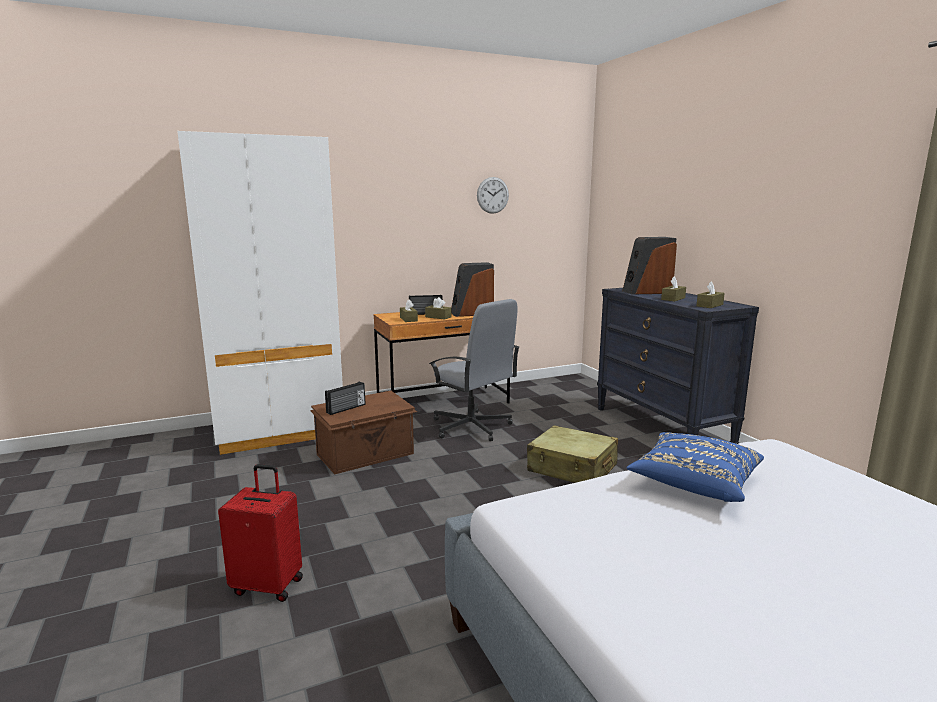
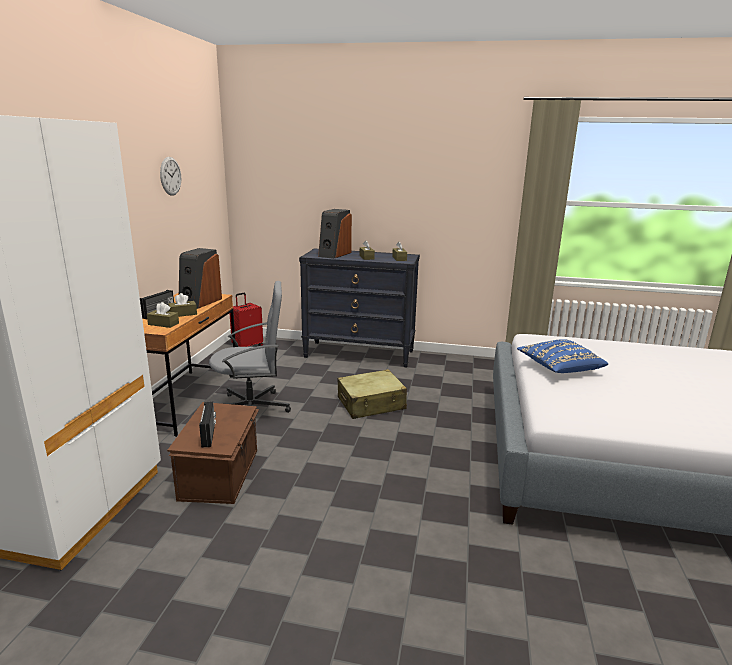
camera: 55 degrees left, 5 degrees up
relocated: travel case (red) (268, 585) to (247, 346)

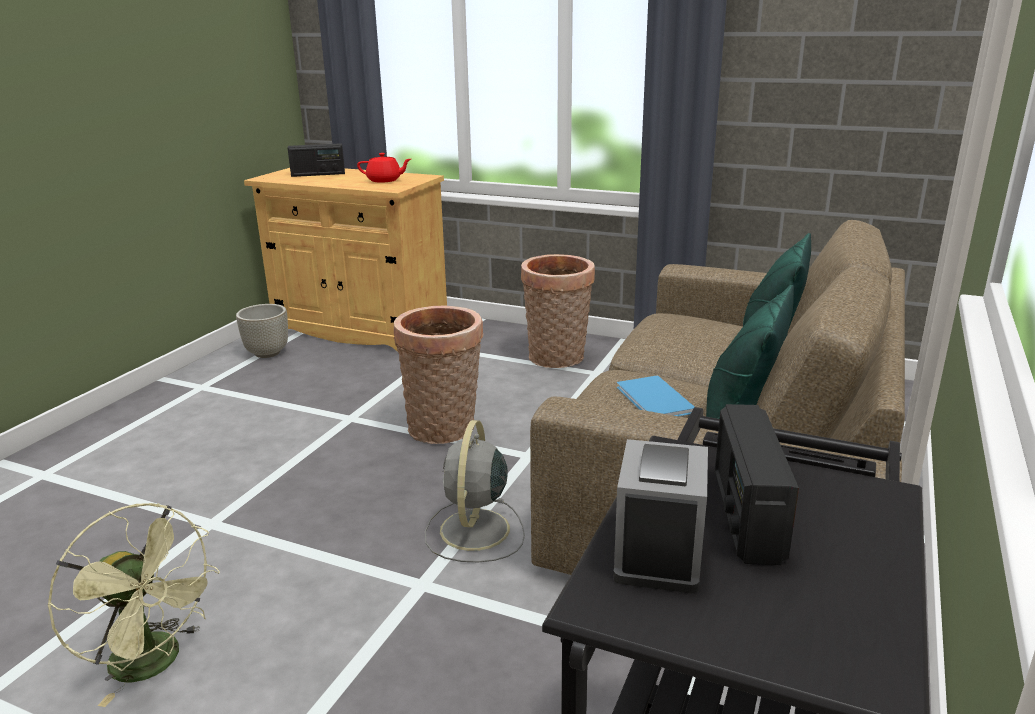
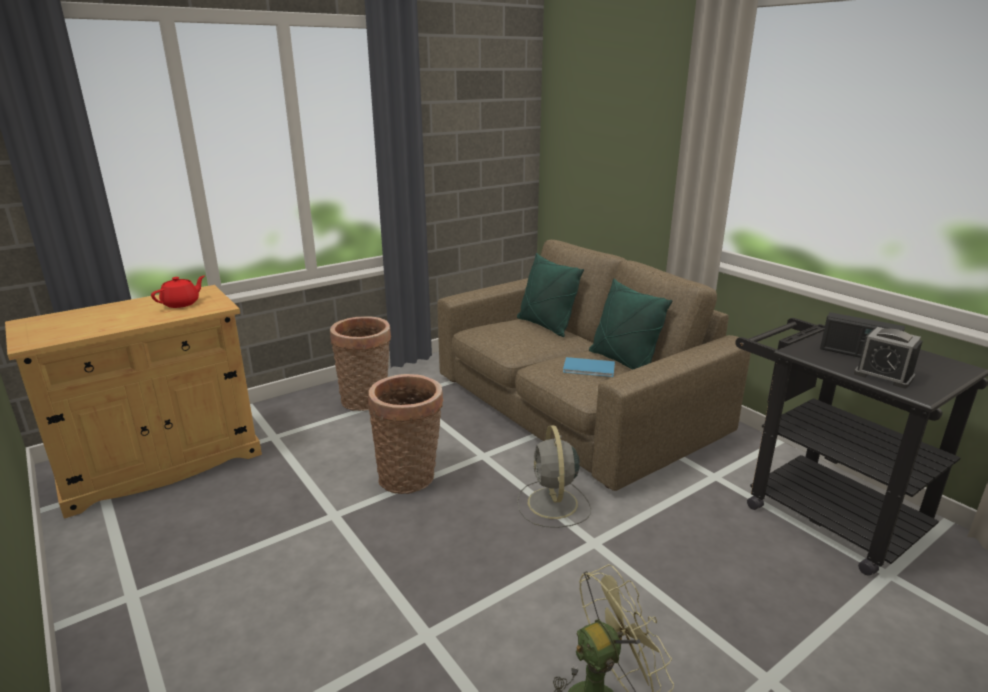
camera: 60 degrees left, 0 degrees up
missing: planter (greyish) (267, 353); radio set (318, 174)
spun: electric fan (greyish) (474, 532) = (553, 504) 45 degrees clockwise

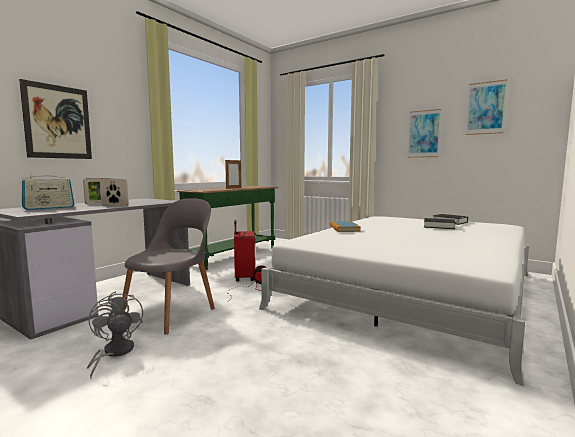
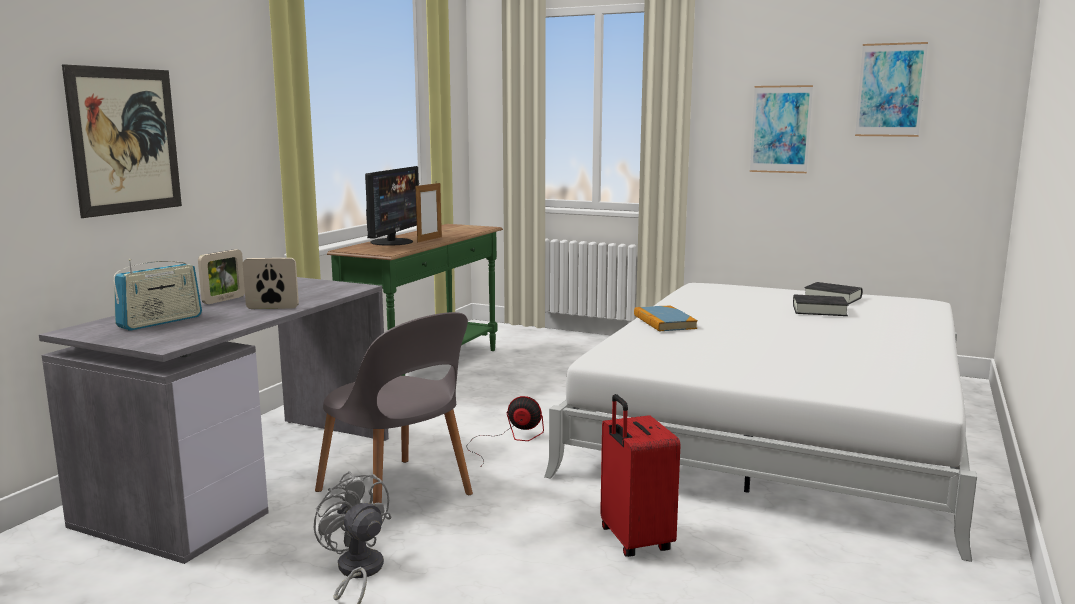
camera: 10 degrees left, 5 degrees up
appeared: computer display (392, 242)
relocated: travel case (red) (244, 278) to (634, 541)
spun: plain chair (greyish) (171, 313) = (396, 495) 120 degrees clockwise

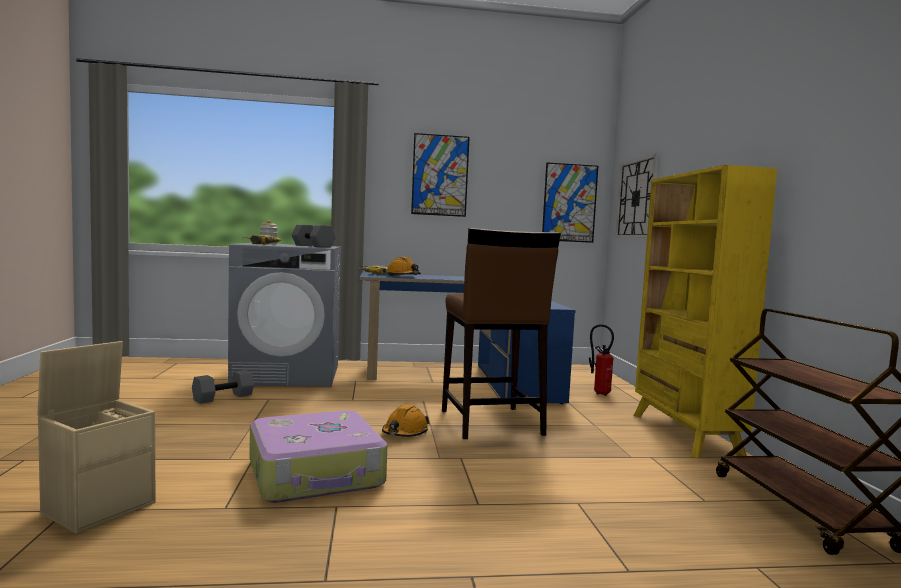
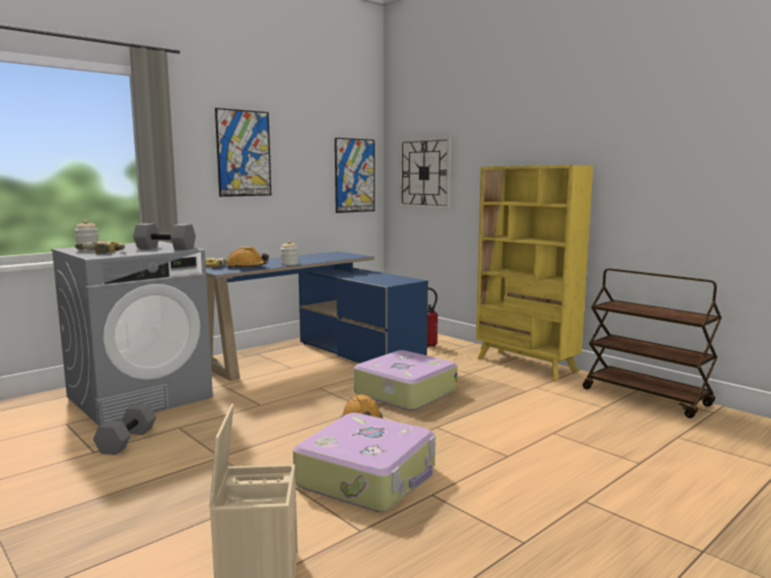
camera: 35 degrees left, 5 degrees up
appeared: preserve jar (289, 264)
exchanged: stool seat (brown-coloured) (490, 423) to travel case (404, 392)

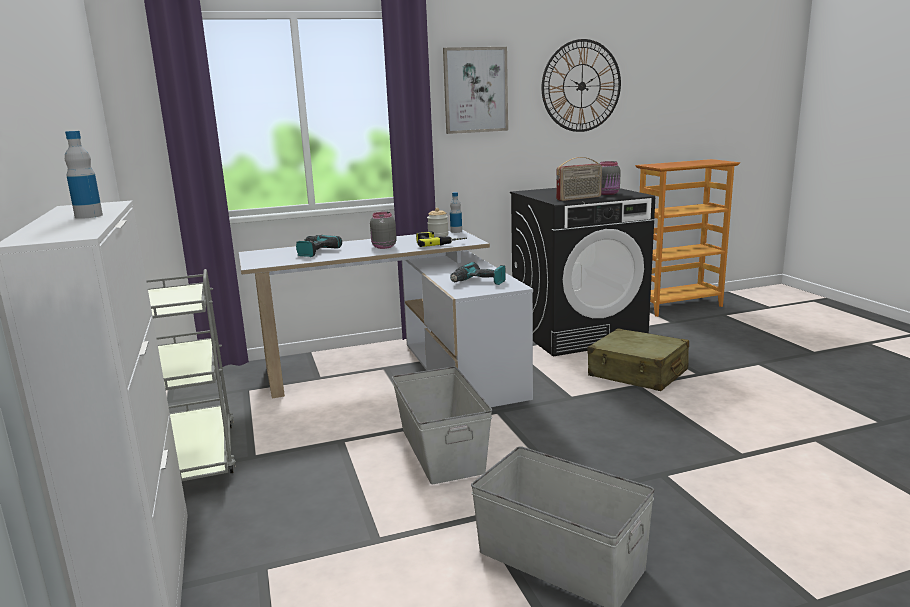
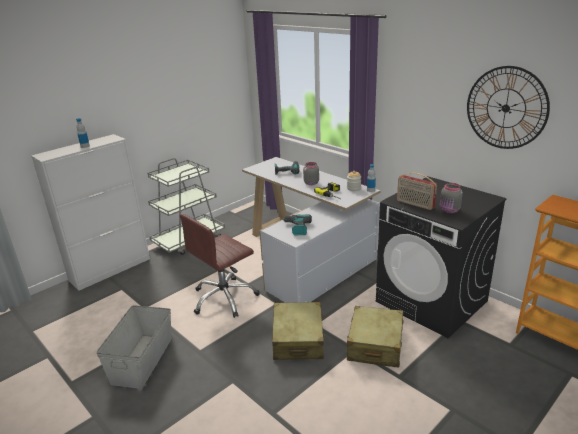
camera: 65 degrees right, 10 degrees up
missing: wall art (475, 90)
appeared: travel case (beige-coloured) (298, 339)
exchanged: storage container (greyish) (441, 451) to computer chair (brown-coloured) (224, 298)

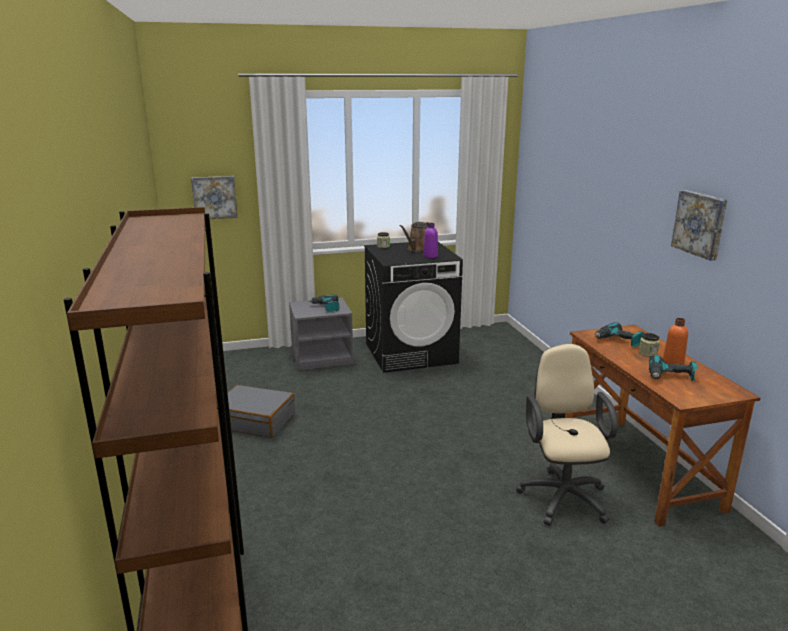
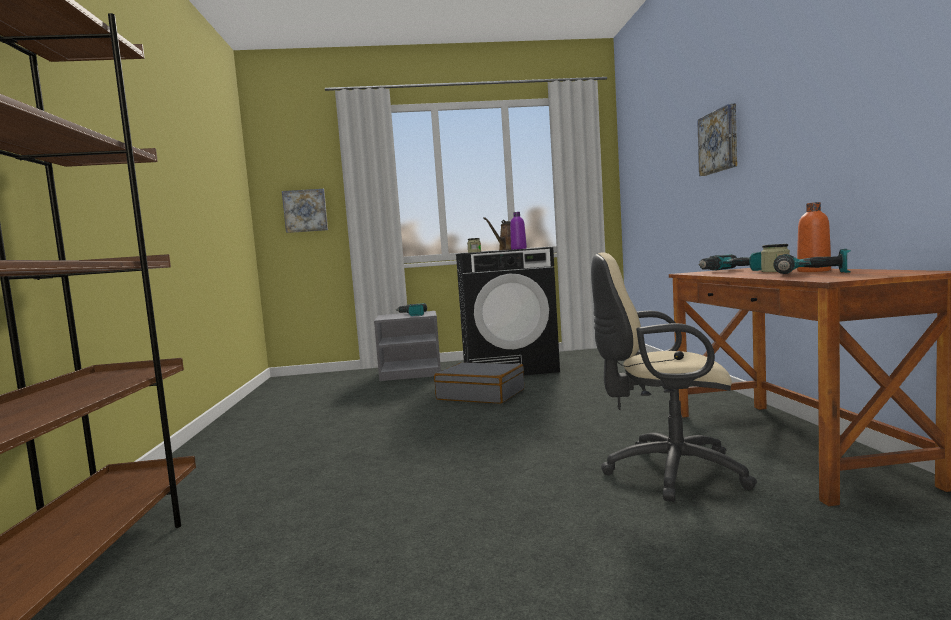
camera: 10 degrees right, 15 degrees down
relocated: travel case (greyish) (254, 420) to (481, 394); wall art (700, 224) to (719, 141)
spun: computer chair (beige-coloured) (562, 495) = (666, 472) 90 degrees counterclockwise

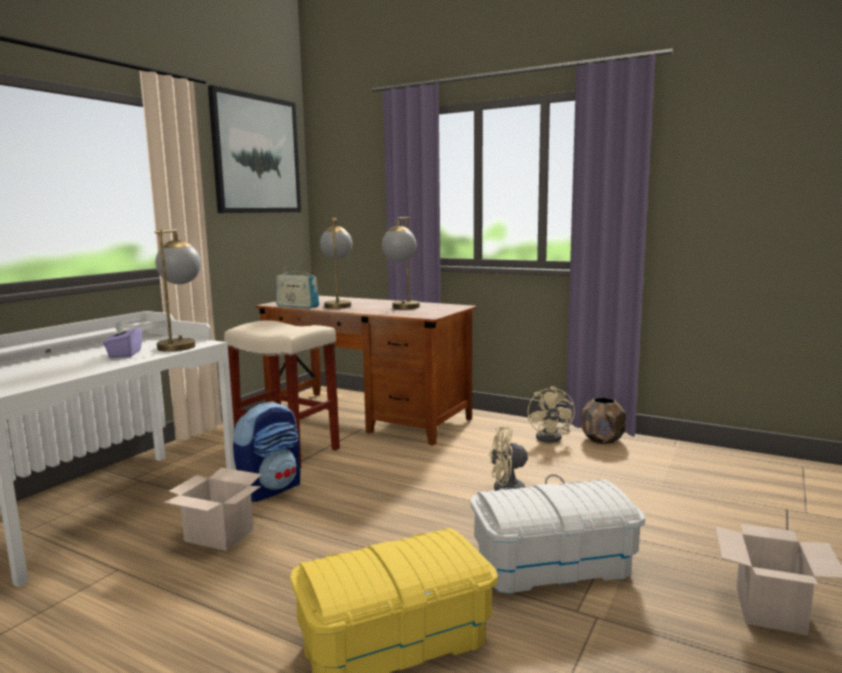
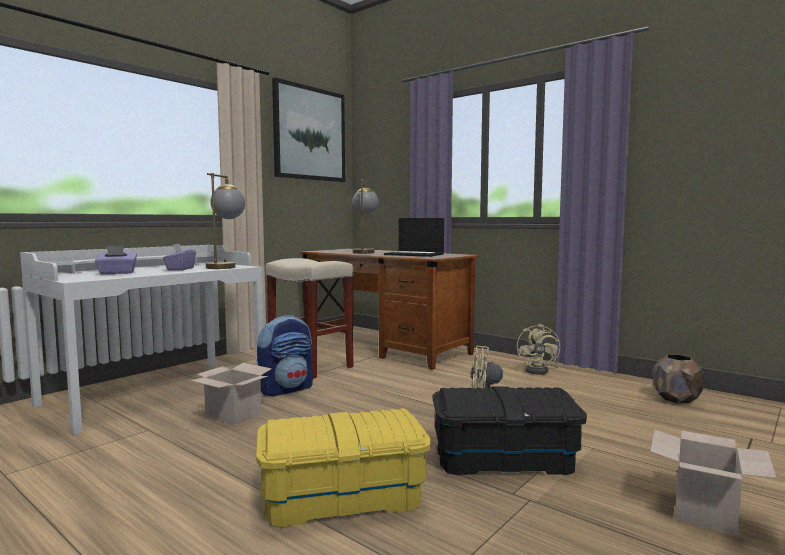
camera: 10 degrees right, 5 degrees down
missing: radio set (297, 306)
appeared: tissue box (purple) (117, 273)
relocated: planter (brown-coloured) (603, 440) to (677, 399)
exchanged: tabletop lamp (403, 308) to portable computer (415, 254)
colour: storage container (whitish) (553, 566) to storage container (black) (504, 459)

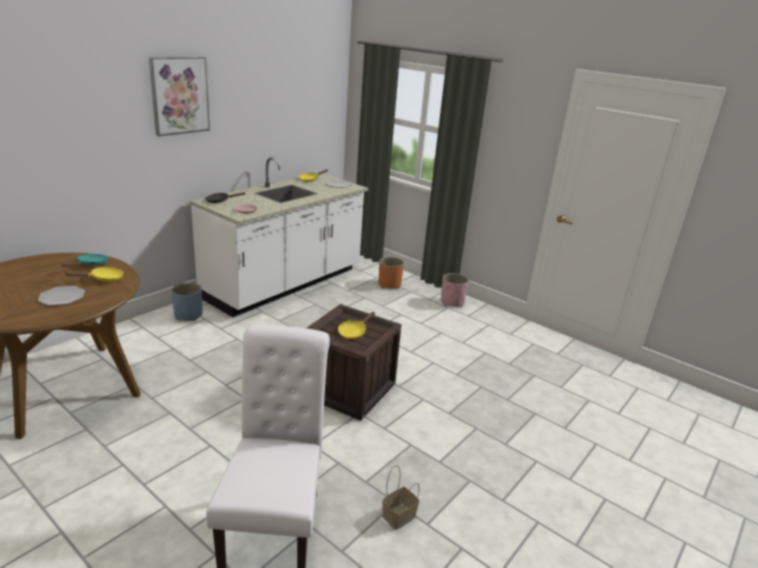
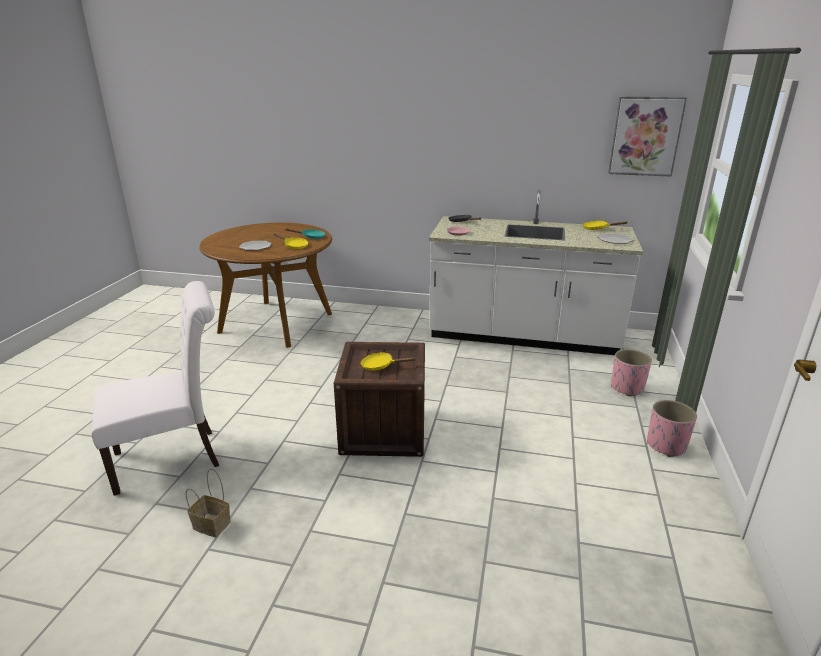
camera: 65 degrees right, 0 degrees up
missing: planter (bluish) (188, 315)
relocated: wall art (179, 95) to (645, 136)
colour: planter (orange-coloured) (389, 284) to planter (pink) (627, 388)

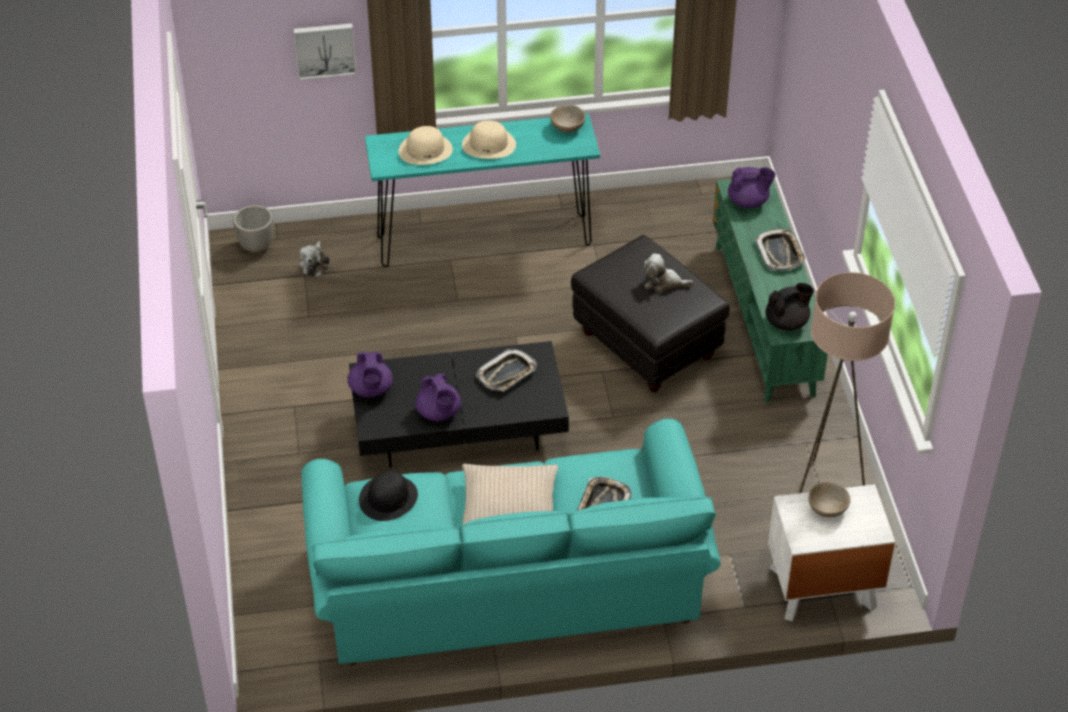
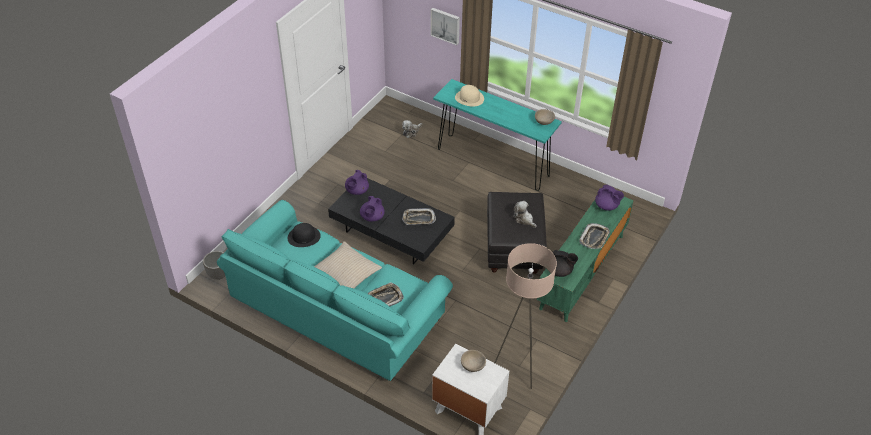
camera: 40 degrees right, 0 degrees up
missing: clothing hat (beige-coloured) (489, 144)
relocated: planter (256, 246) to (218, 275)

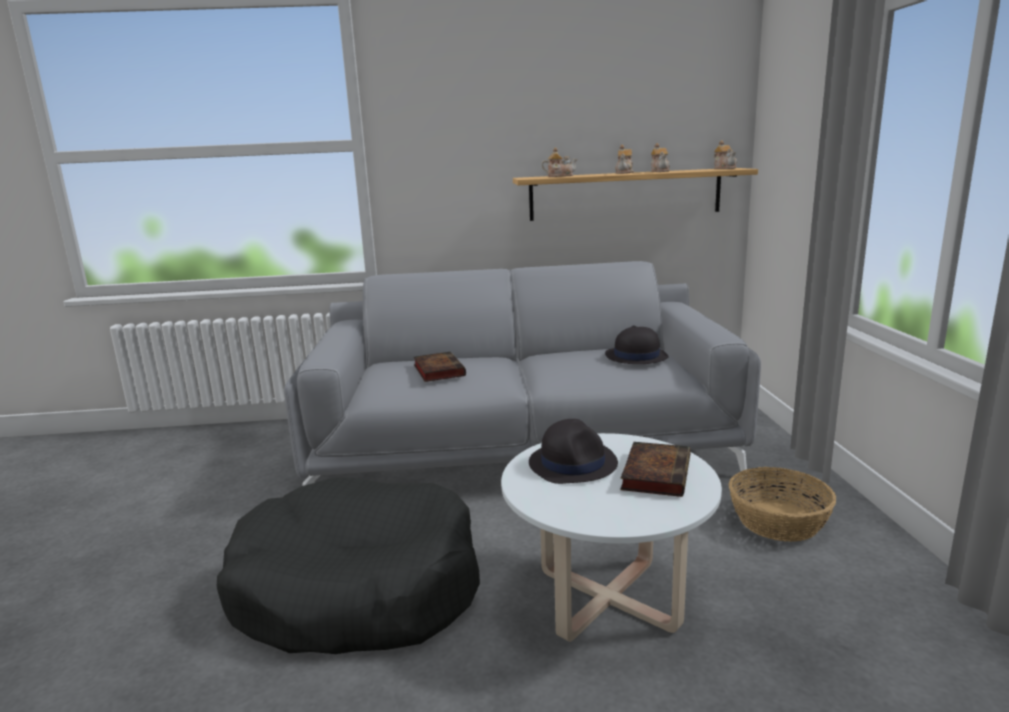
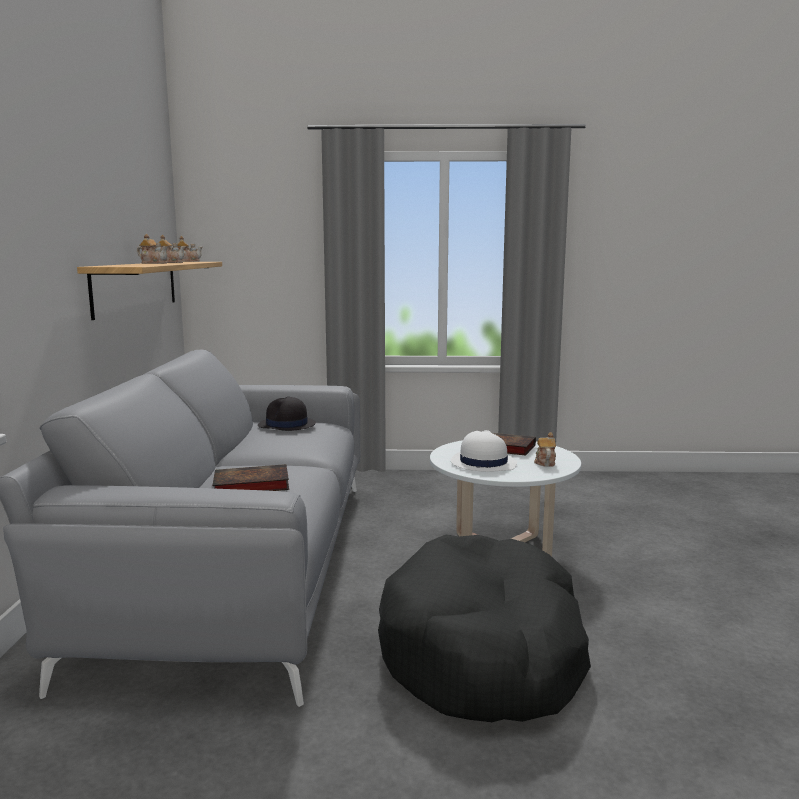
camera: 85 degrees left, 5 degrees down
missing: storage basket (777, 521)
relocated: tea pot (559, 176) to (544, 462)
colour: clothing hat (black) (573, 463) to clothing hat (whitish) (483, 463)

